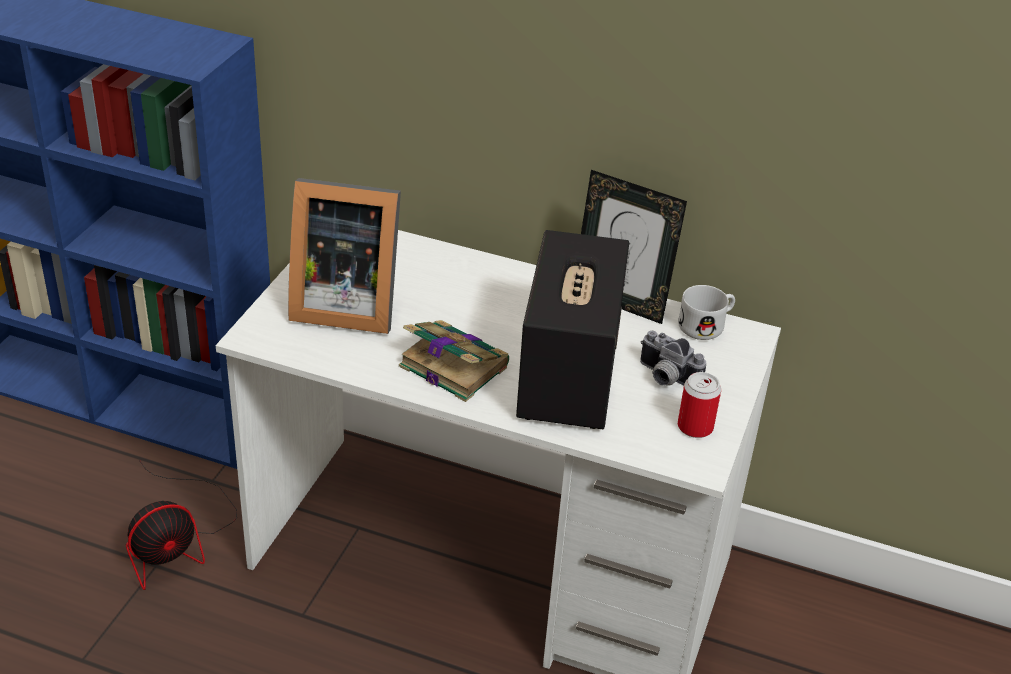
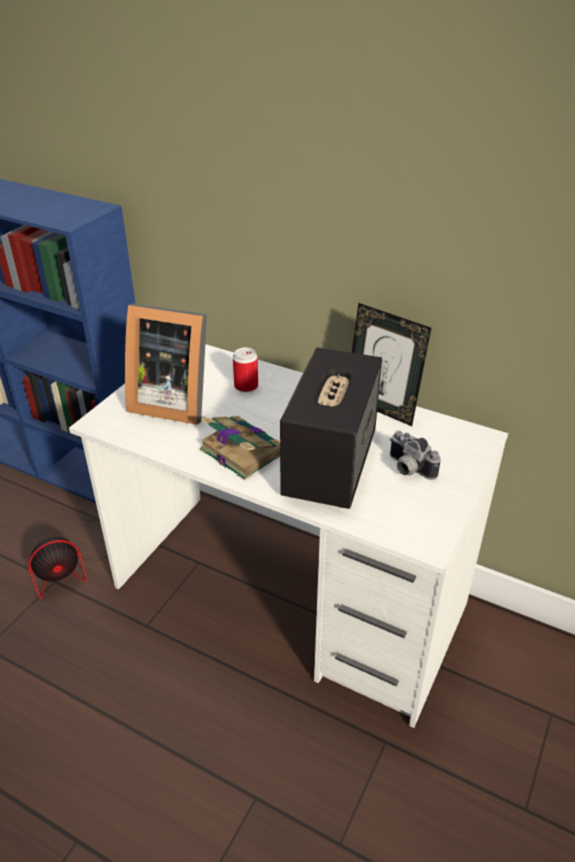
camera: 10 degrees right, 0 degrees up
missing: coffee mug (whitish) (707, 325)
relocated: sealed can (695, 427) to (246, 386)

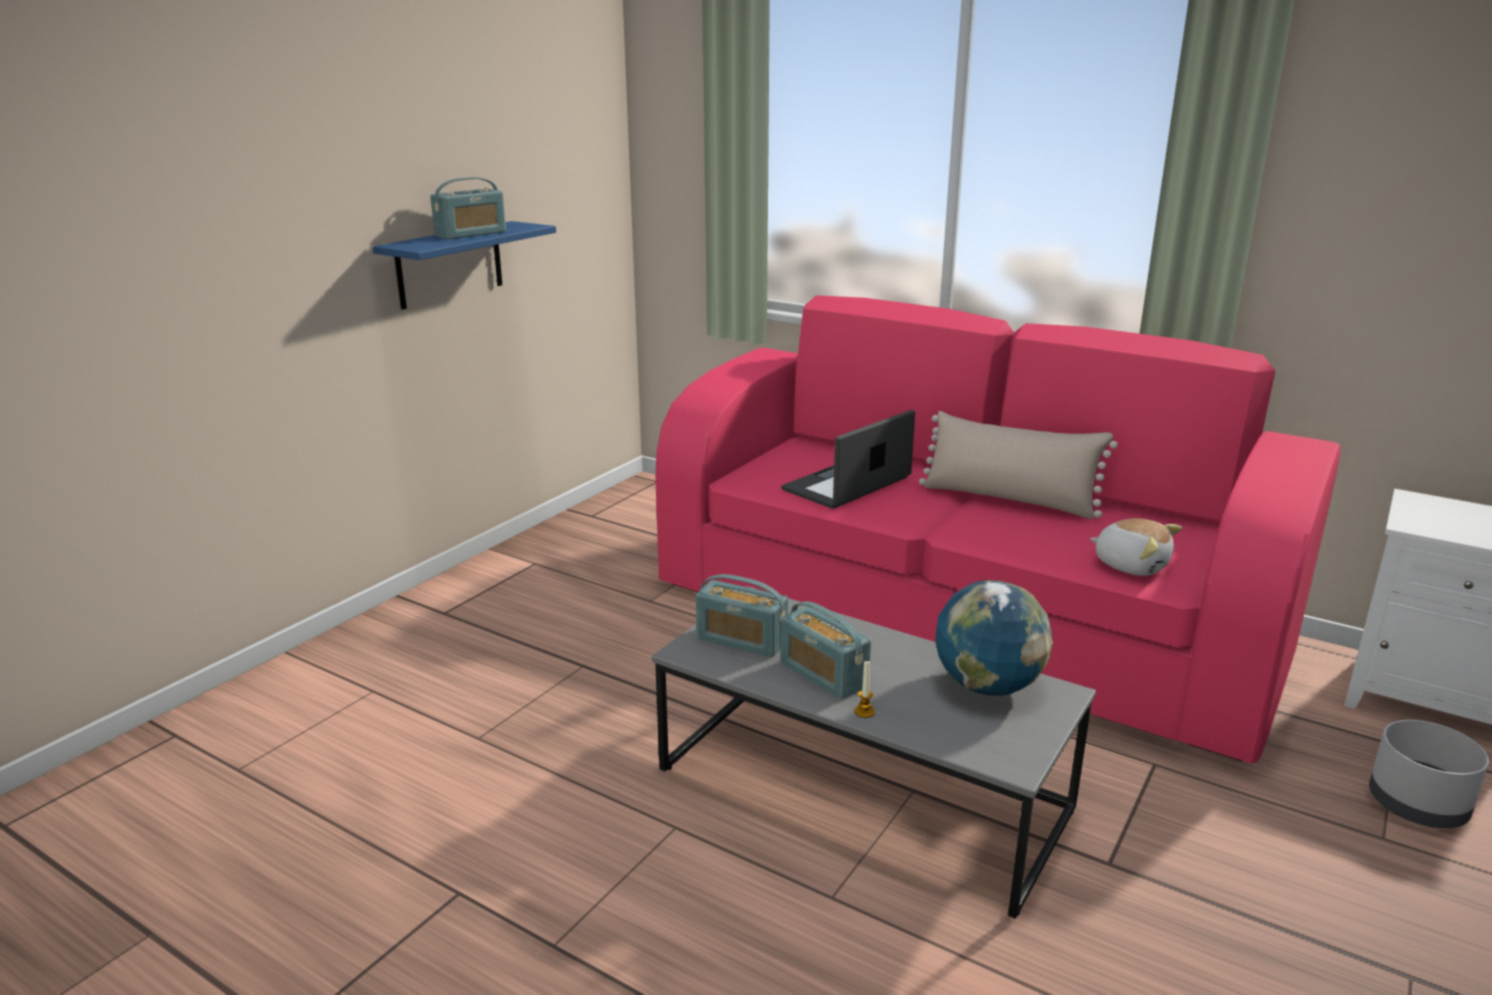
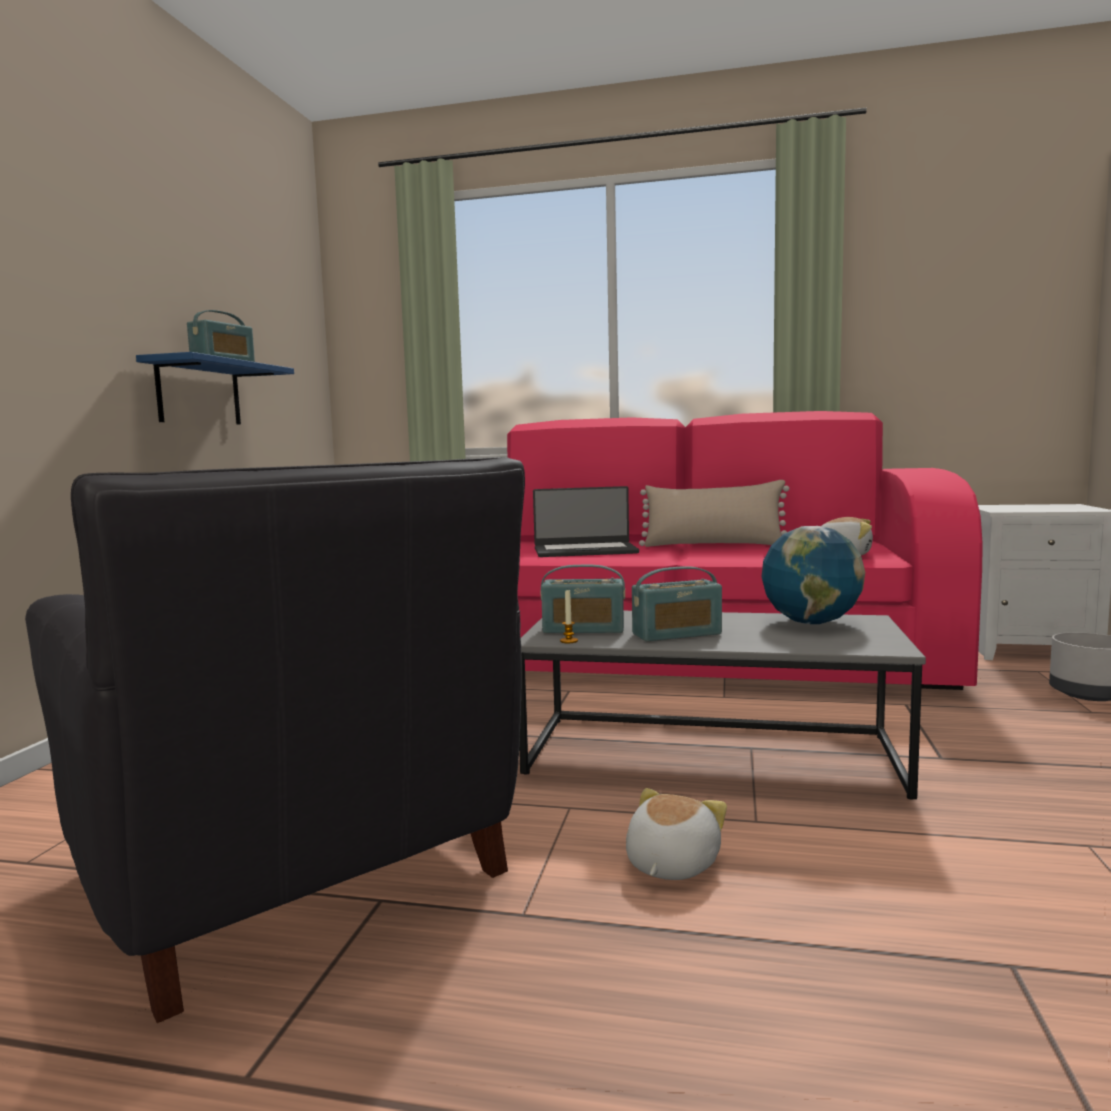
camera: 20 degrees left, 15 degrees down
appeared: armchair (black) (297, 874); cuddly toy (669, 864)
relocated: wax candle (864, 712) to (569, 641)
spun: portable computer (848, 485) = (585, 551) 120 degrees counterclockwise; radio set (823, 675) = (677, 634) 45 degrees counterclockwise

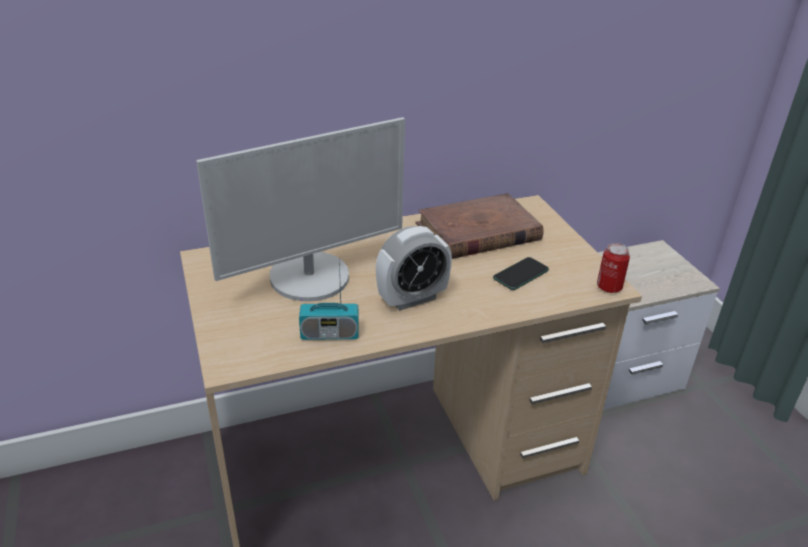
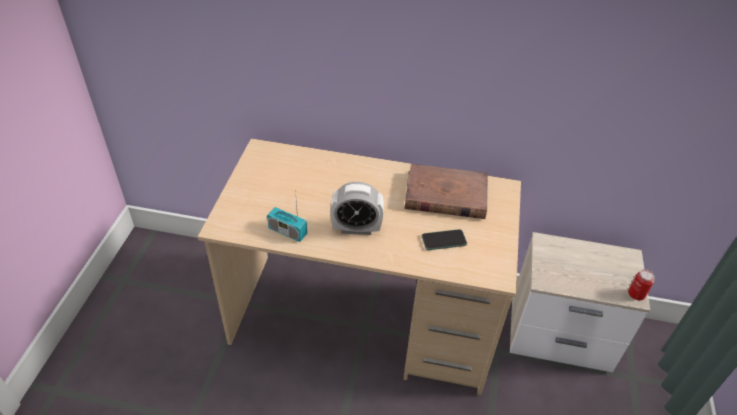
camera: 30 degrees right, 10 degrees up
missing: computer display (310, 277)
relocated: sealed can (609, 287) to (636, 294)

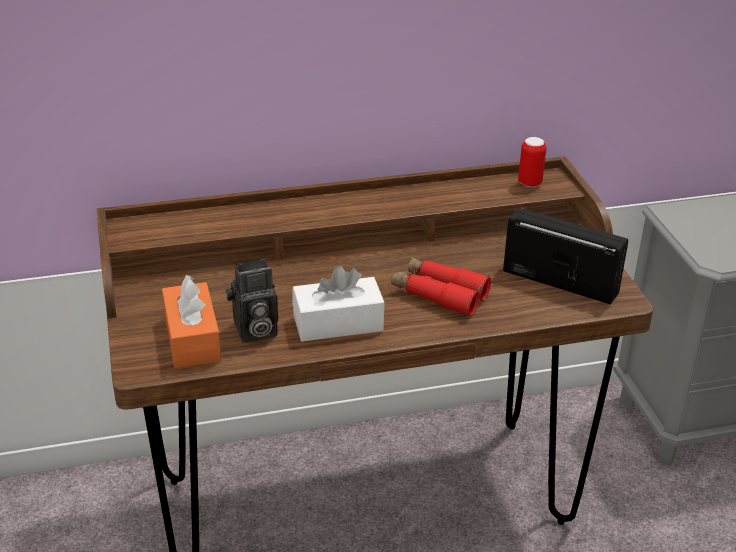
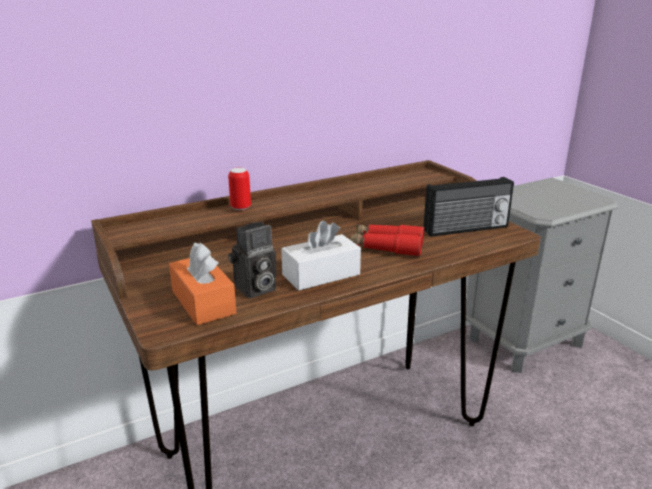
camera: 15 degrees left, 10 degrees down
relocated: sealed can (529, 183) to (240, 207)
spun: radio set (560, 281) = (466, 229) 150 degrees clockwise

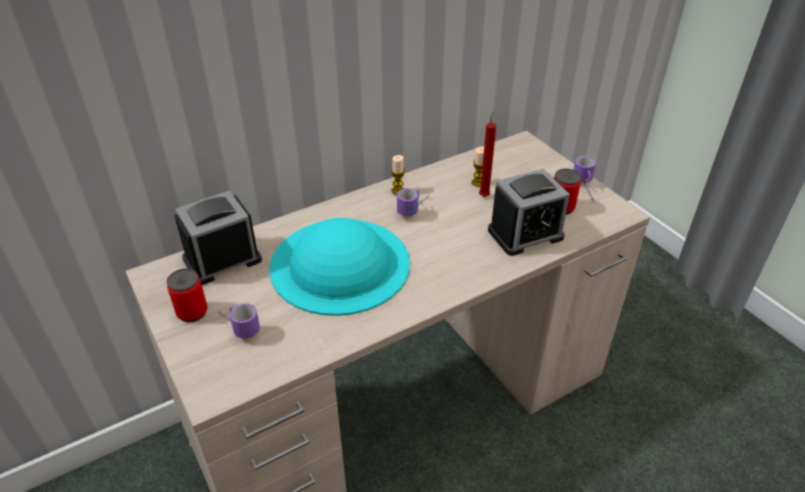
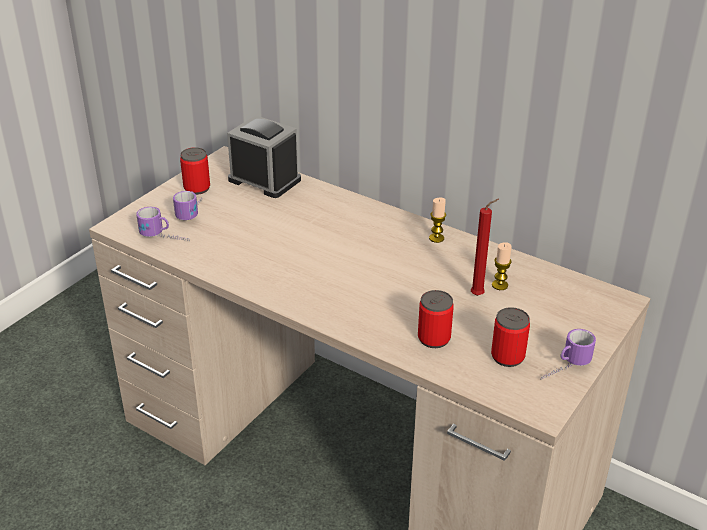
camera: 65 degrees right, 5 degrees down
missing: clothing hat (turquoise-coloured) (340, 264)
relocated: coffee mug (415, 209) to (165, 238)
exchanged: alarm clock (525, 234) to sealed can (434, 338)

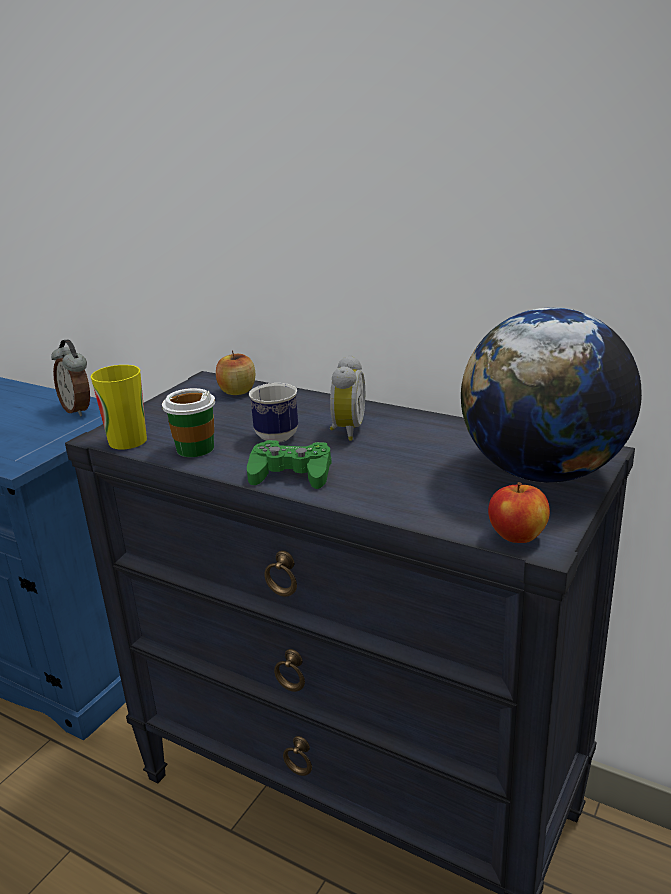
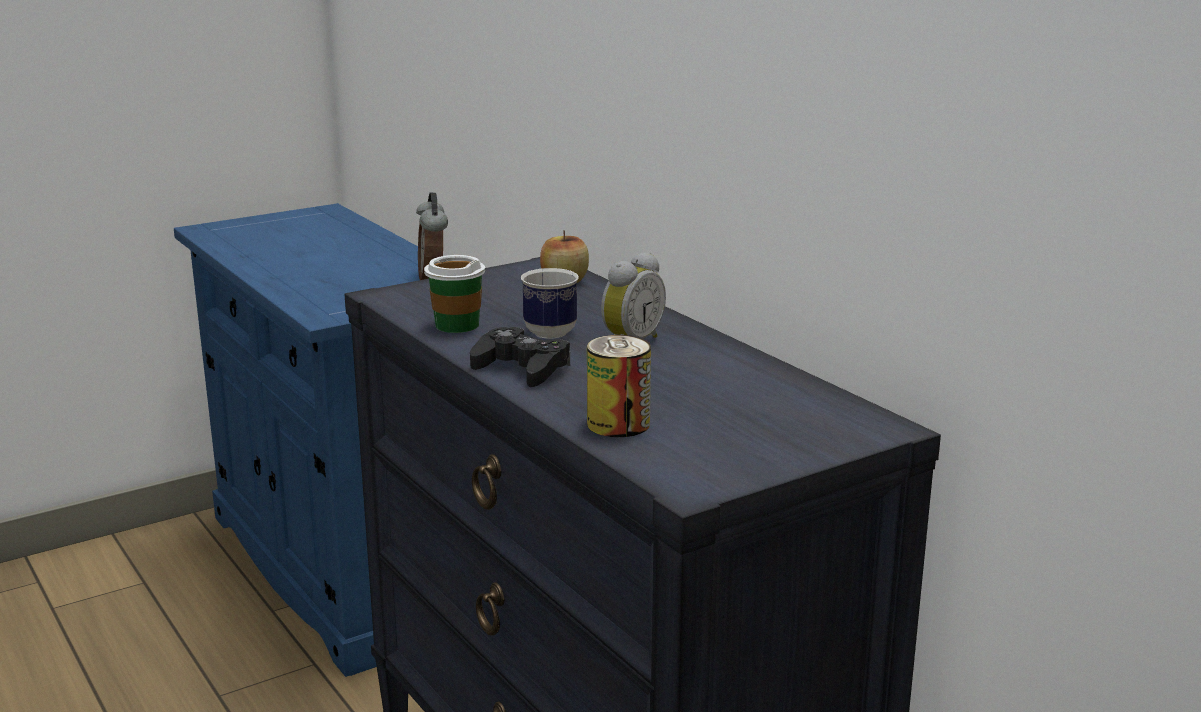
camera: 25 degrees right, 5 degrees down
missing: small cup (127, 441); desk globe (543, 472); apple fruit (517, 536)
appeared: sealed can (618, 424)
colour: gamepad (greenish) (291, 474) to gamepad (black) (522, 368)

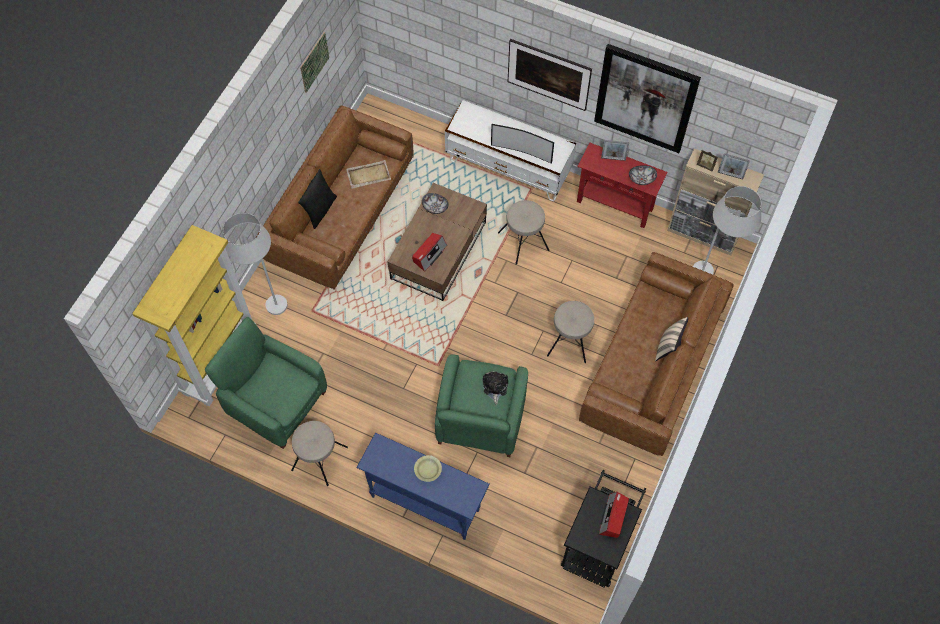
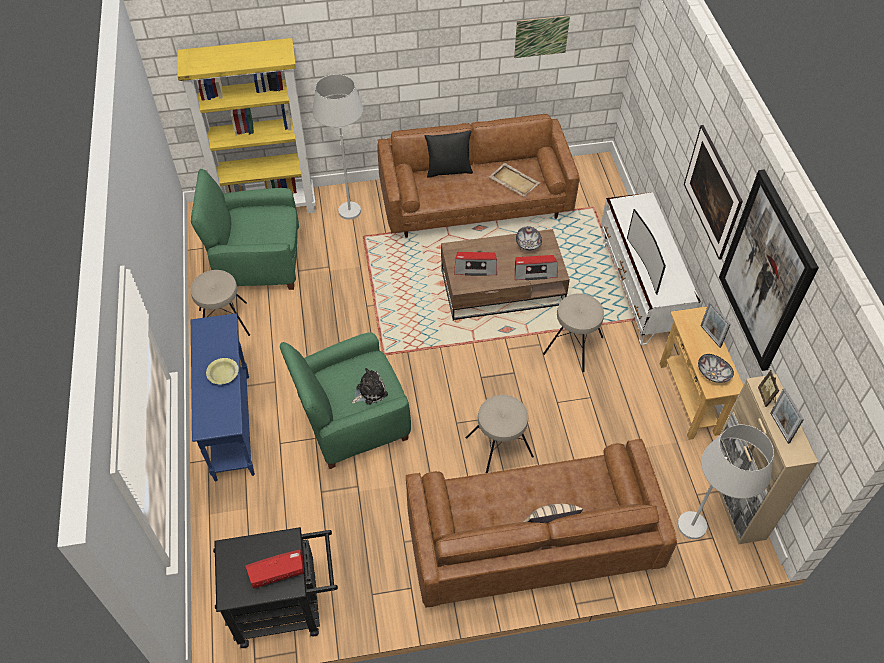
camera: 55 degrees right, 10 degrees down
appeared: radio set (534, 271)
colour: narrow table (red) (614, 205) to narrow table (beige-coloured) (688, 398)
spun: armchair (greenish) (275, 401) = (257, 262) 90 degrees counterclockwise

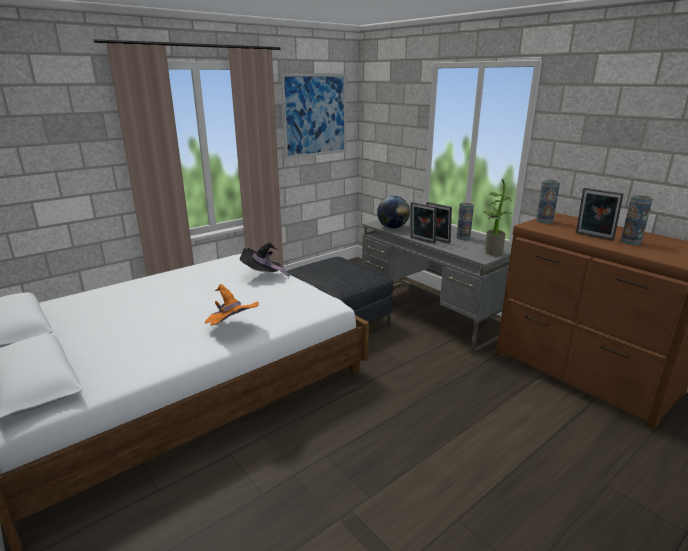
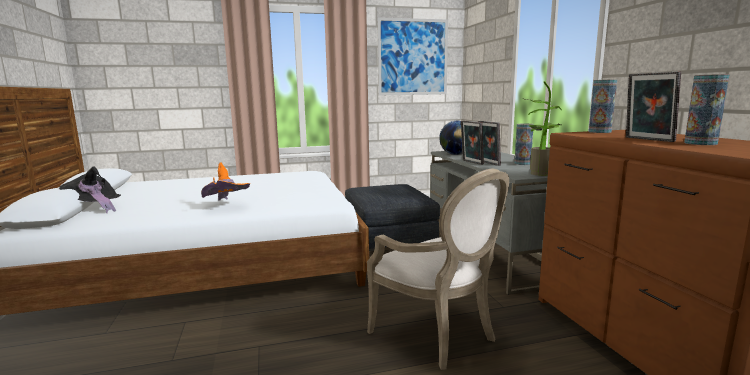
camera: 25 degrees right, 10 degrees down
appeared: armchair (439, 335)
relocated: clothing hat (black) (263, 276) to (95, 208)

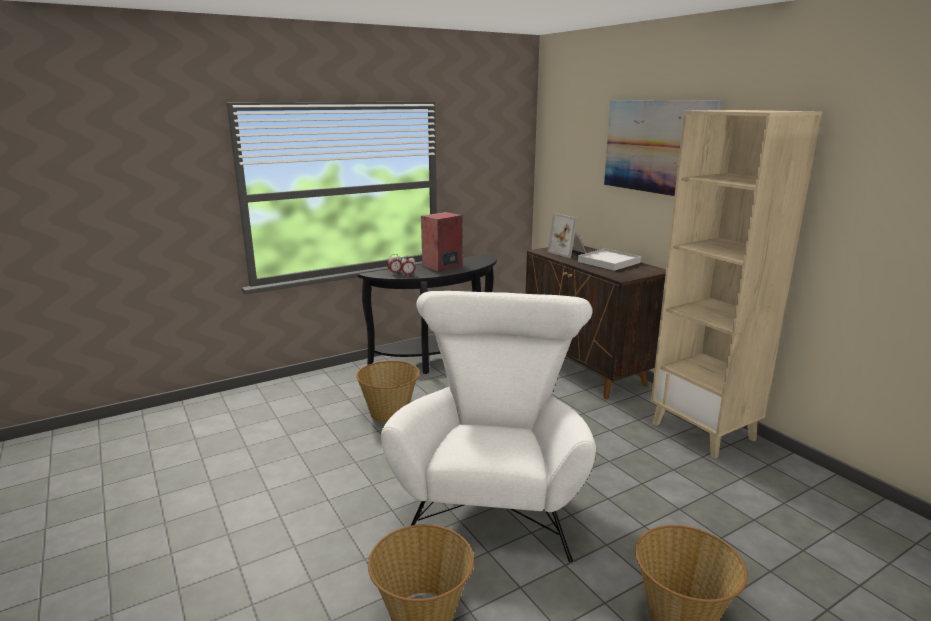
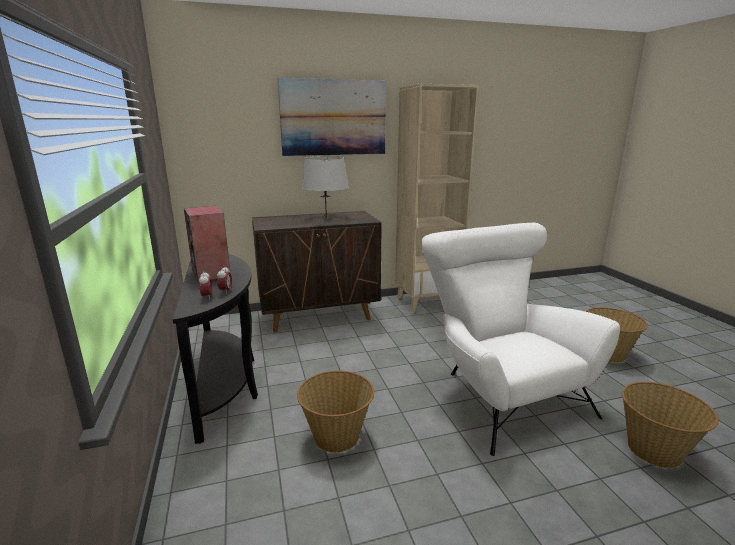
camera: 75 degrees left, 0 degrees up
missing: picture frame (569, 253)
exchanged: serving tray (whitish) (608, 262) to tabletop lamp (greyish) (326, 217)
spun: armchair (whitish) (492, 495) = (499, 393) 45 degrees clockwise

